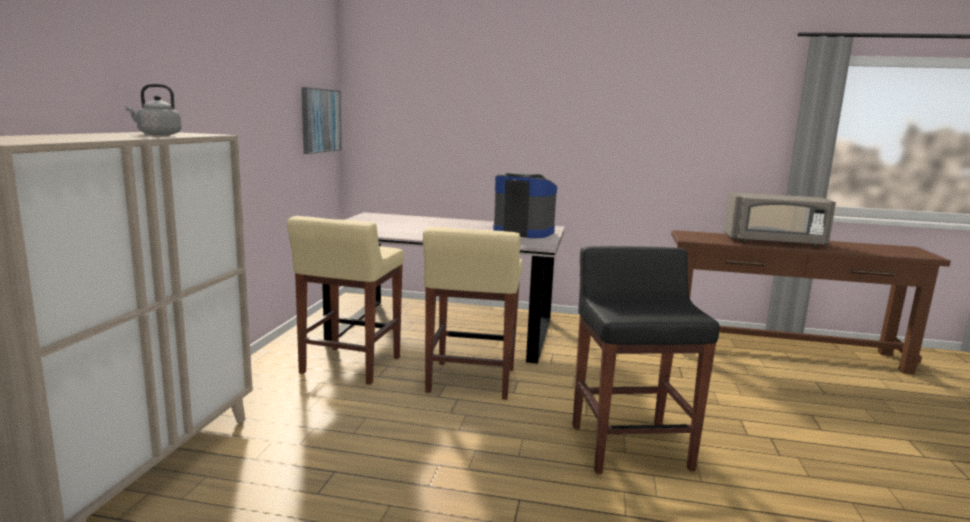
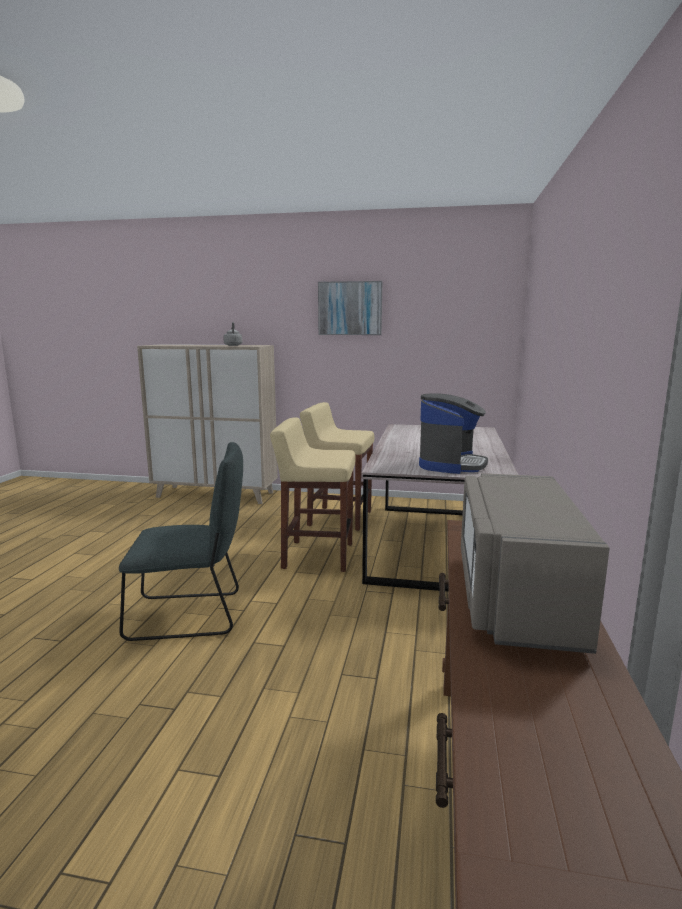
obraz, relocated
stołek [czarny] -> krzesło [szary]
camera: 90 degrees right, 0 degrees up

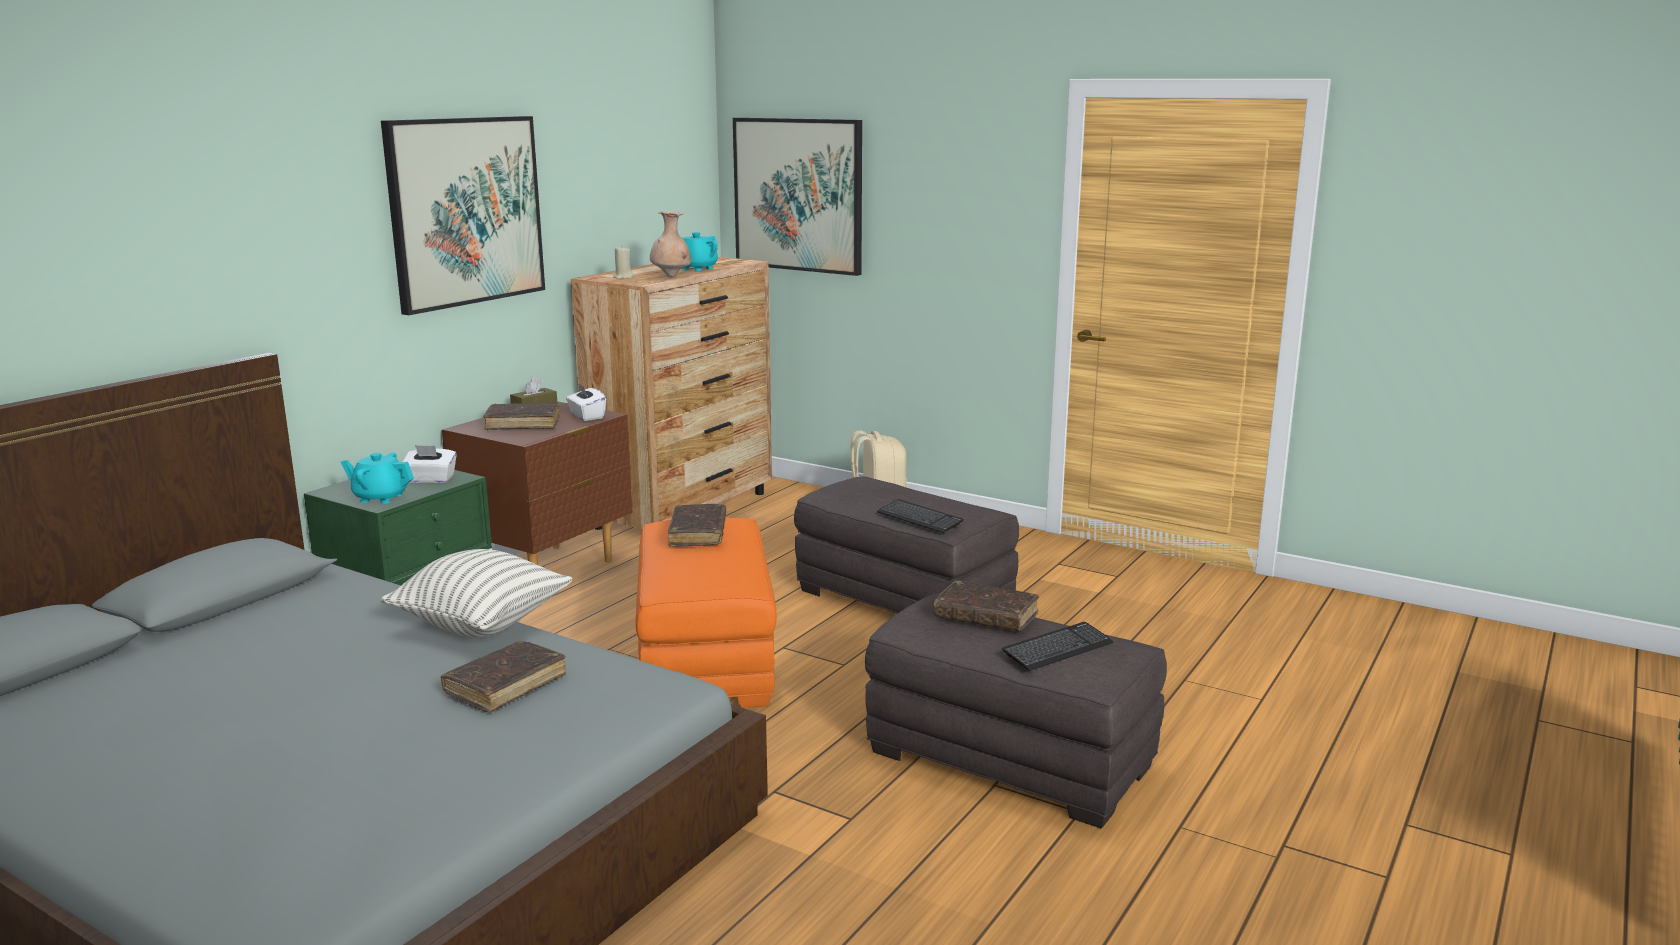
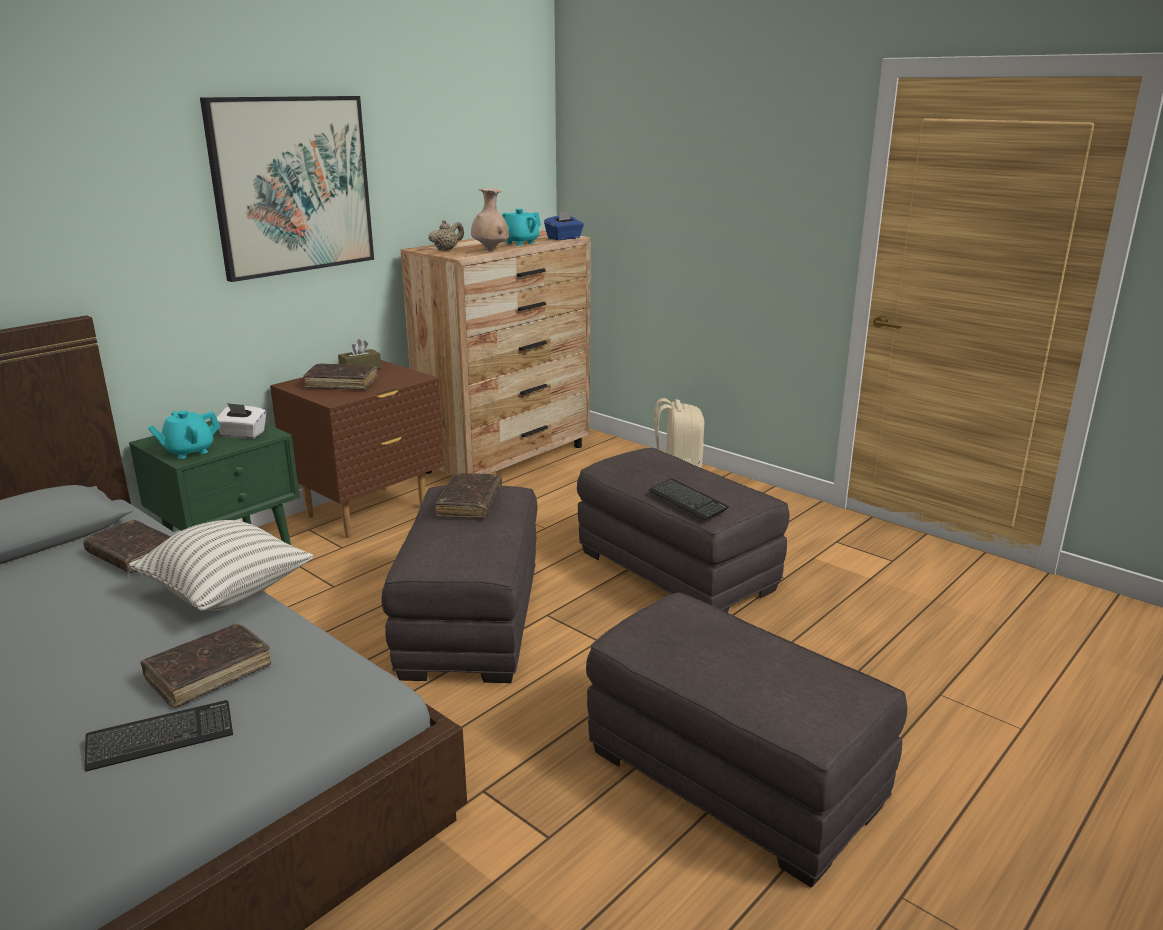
imbryk [turkusowy] (no. 1 from left), 60 degrees counterclockwise
pudełko chusteczek [biały] (no. 2 from left) -> none
świeca [beżowy] -> imbryk [beżowy]
pufa [pomarańczowy] -> pufa [szary] (no. 1 from left)
obraz (no. 2 from left) -> none
książka [brązowy] (no. 4 from left in the first image) -> książka [brązowy] (no. 1 from left), relocated
klawiatura (no. 2 from left in the first image) -> klawiatura (no. 1 from left), relocated
none -> pudełko chusteczek [niebieski]
camera: 10 degrees right, 5 degrees up

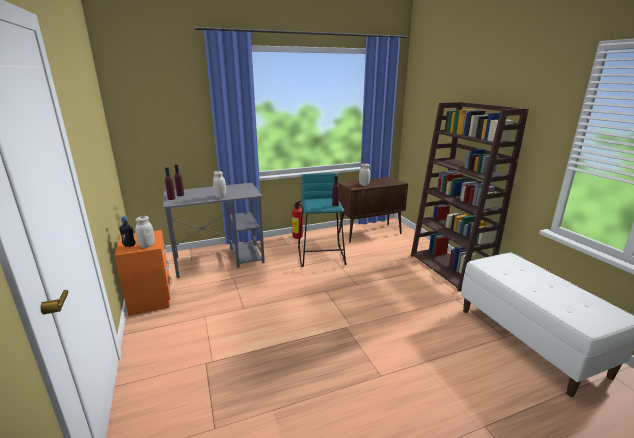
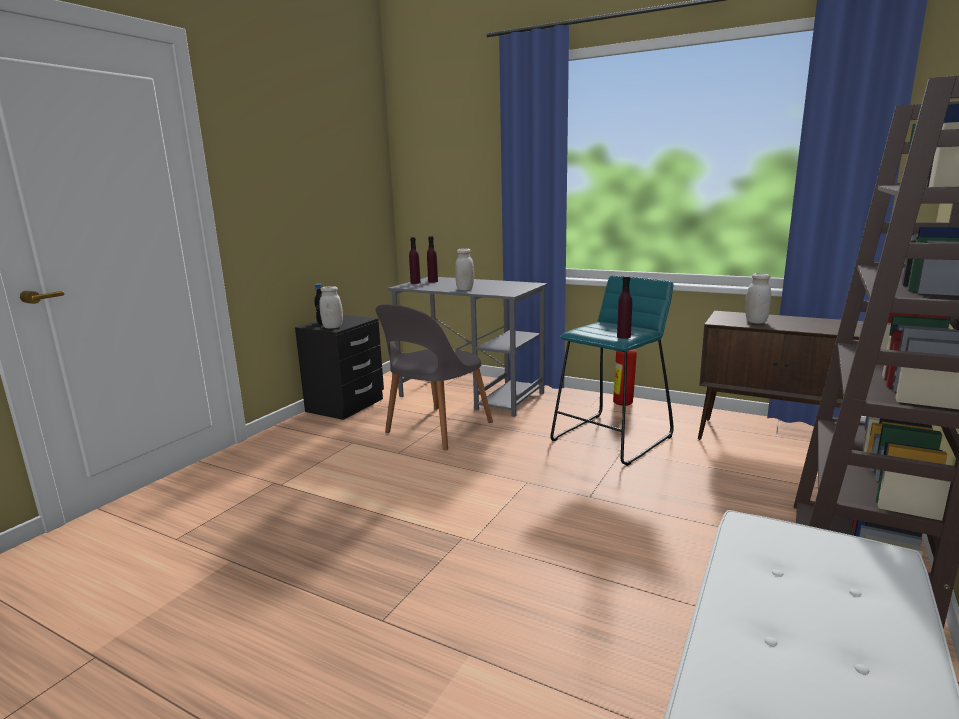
szafka nocna [pomarańczowy] -> szafka nocna [czarny]
none -> krzesło [szary]
camera: 50 degrees right, 5 degrees down

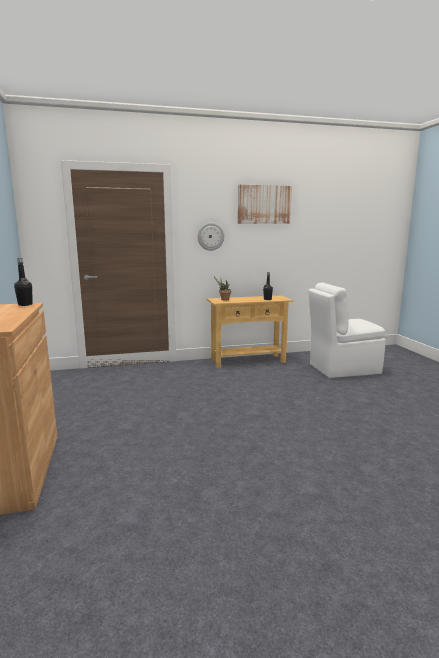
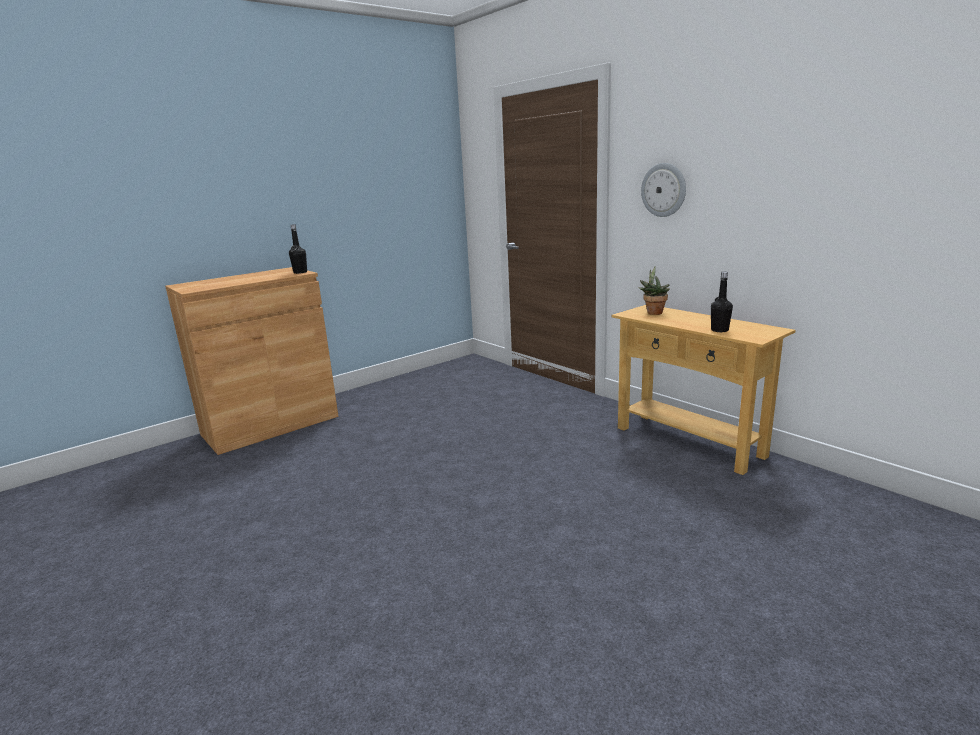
obraz -> none
krzesło [biały] -> none
camera: 65 degrees right, 5 degrees up

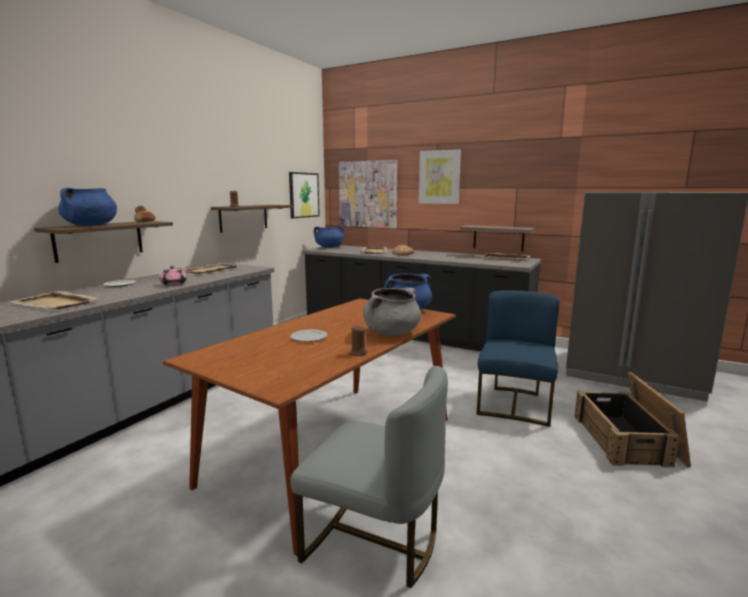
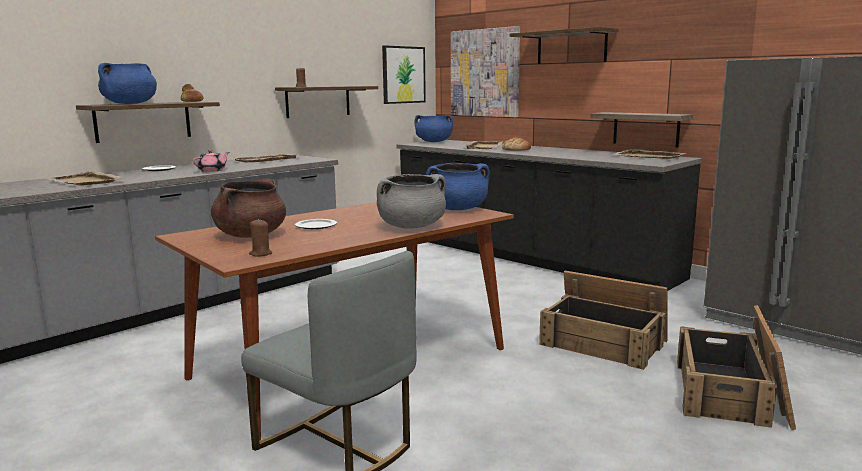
świeca [brązowy] (no. 2 from left in the first image) -> świeca [brązowy] (no. 1 from left), relocated
obraz (no. 3 from left) -> półka (no. 3 from left)
krzesło [niebieski] -> skrzynka (no. 1 from left)
none -> garnek [brązowy]
camera: 15 degrees right, 0 degrees up

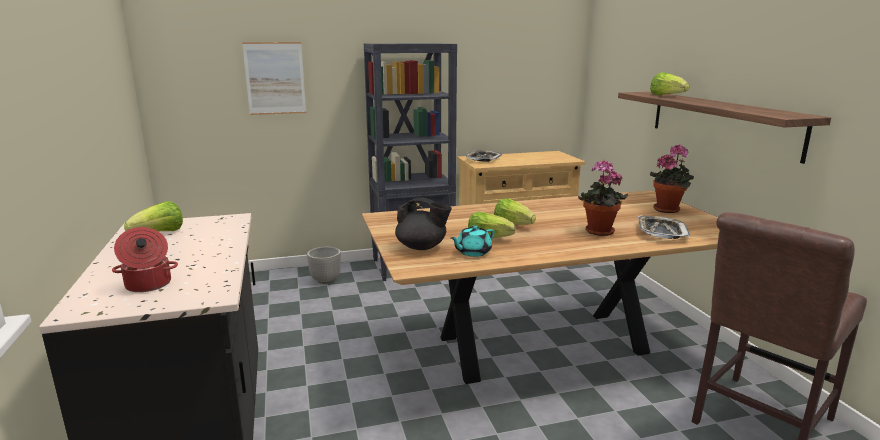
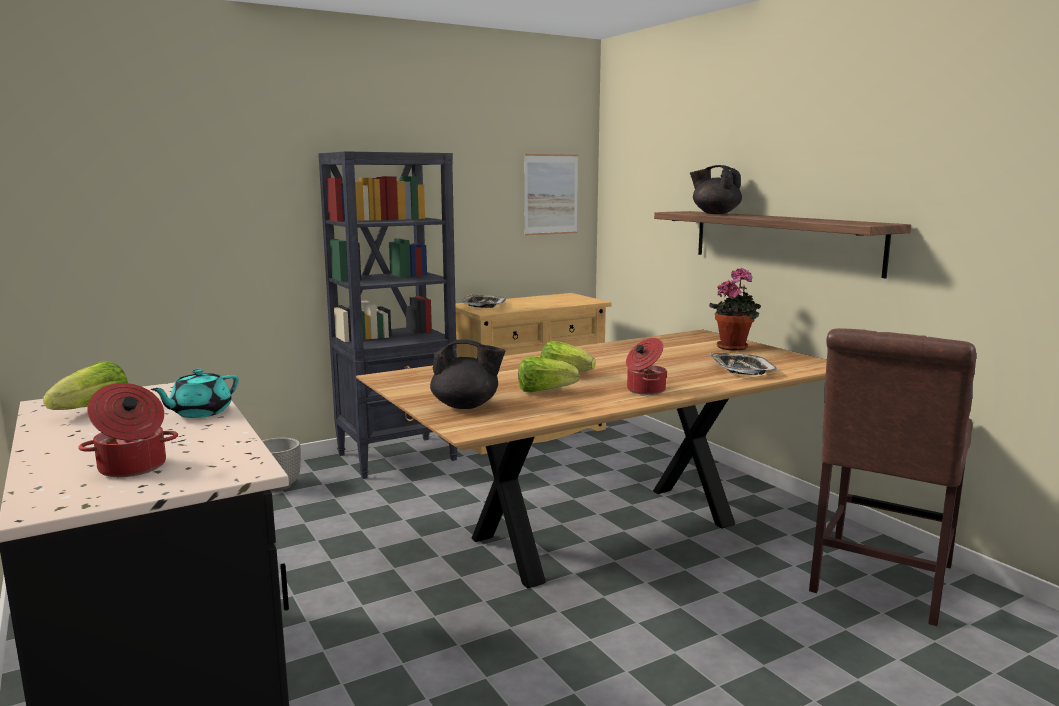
obraz, relocated
imbryk [turkusowy], relocated
roślina doniczkowa (no. 1 from left) -> none
sałata (no. 4 from left) -> imbryk [czarny] (no. 2 from left)
none -> garnek (no. 2 from left)
camera: 15 degrees left, 5 degrees down

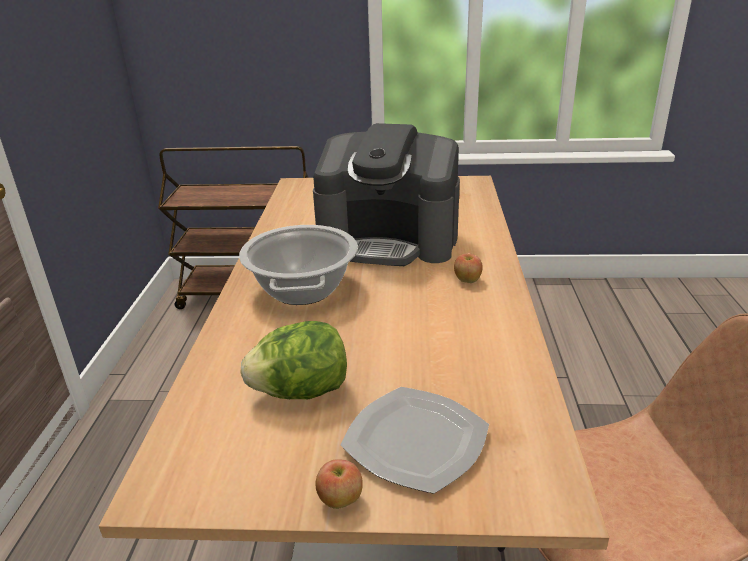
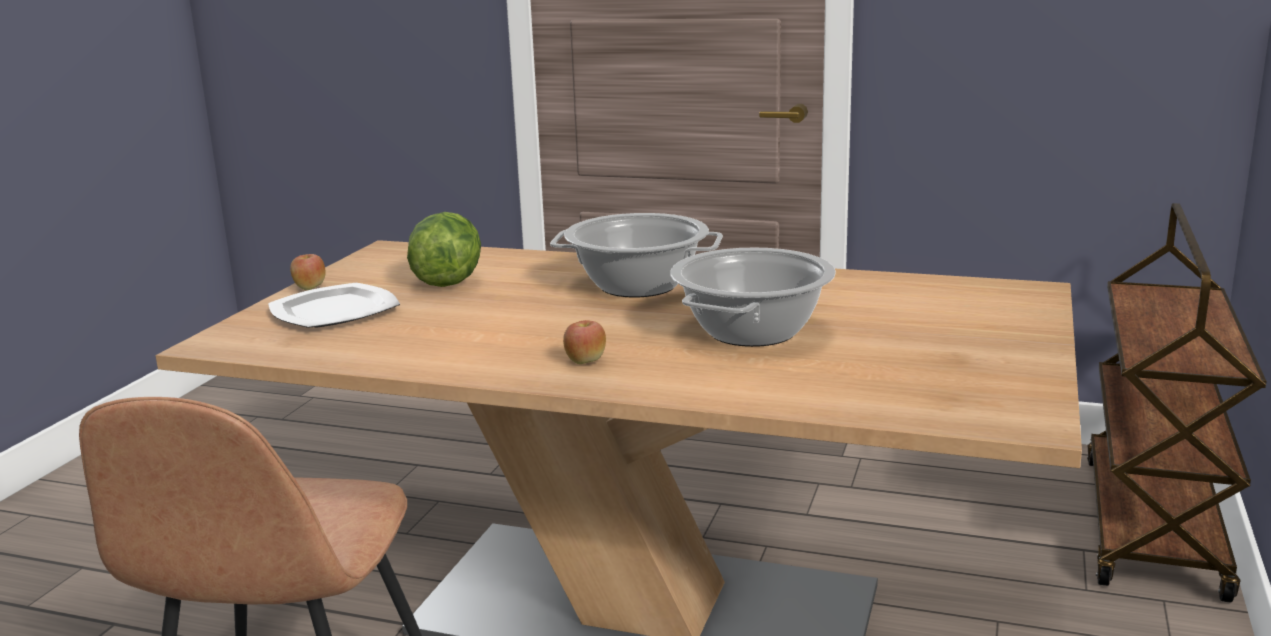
ekspres do kawy -> garnek (no. 2 from left)
camera: 105 degrees right, 10 degrees down

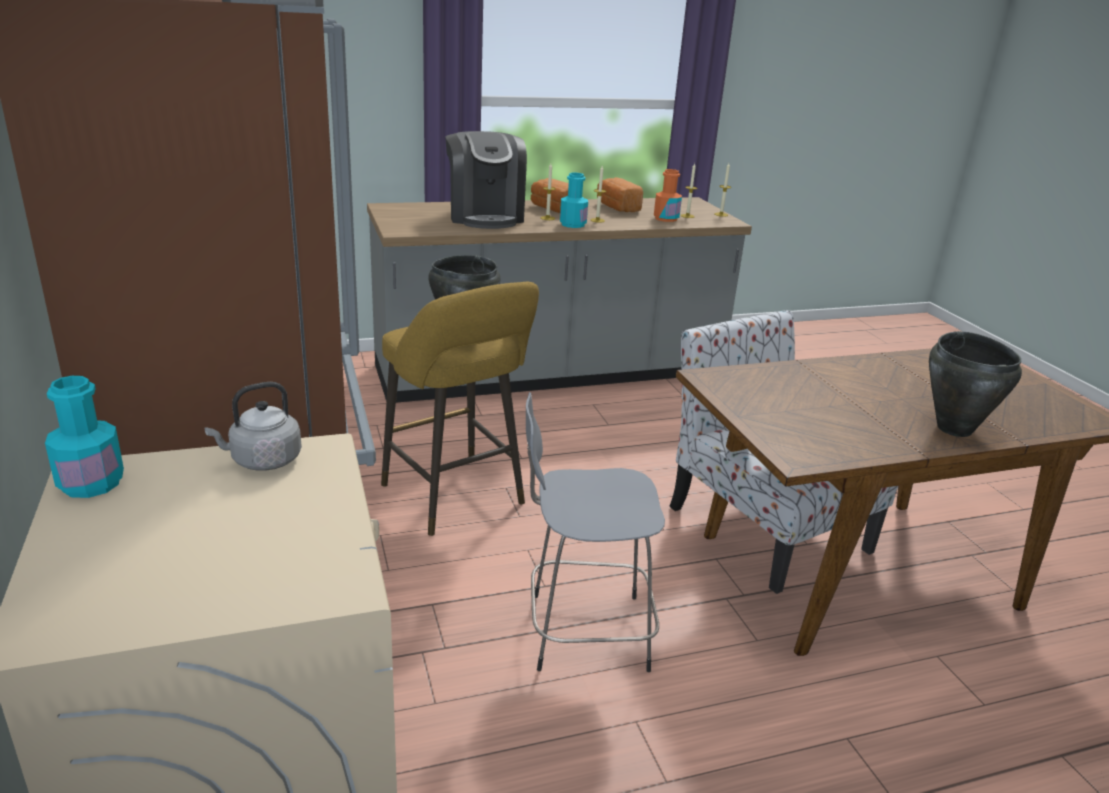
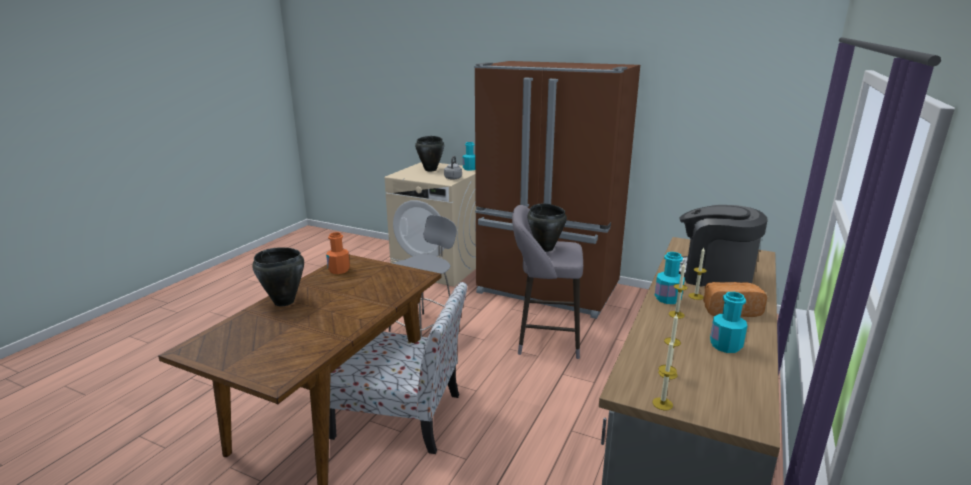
stołek [żółty] -> stołek [szary] (no. 2 from left)
chleb (no. 2 from left) -> butelka [turkusowy] (no. 3 from left)
butelka [pomarańczowy], relocated
none -> garnek [czarny] (no. 2 from left)
camera: 135 degrees right, 5 degrees down

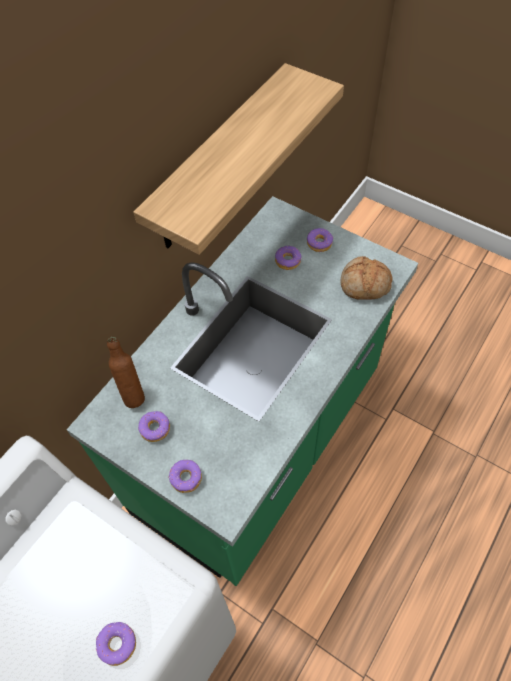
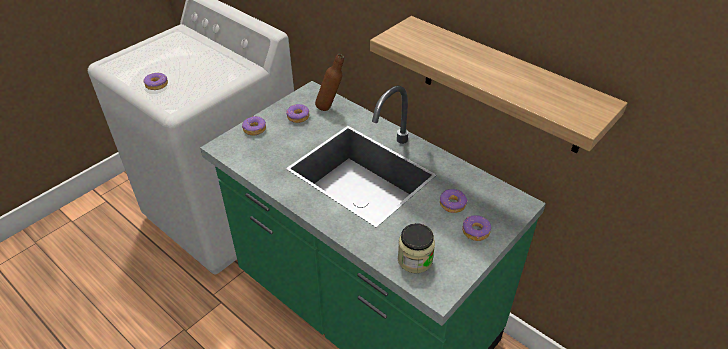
chleb -> słoik
camera: 95 degrees right, 15 degrees down

